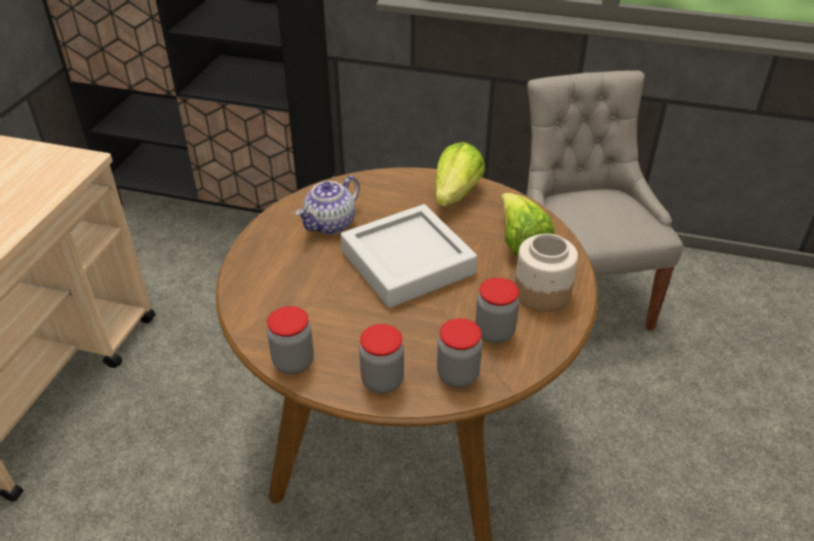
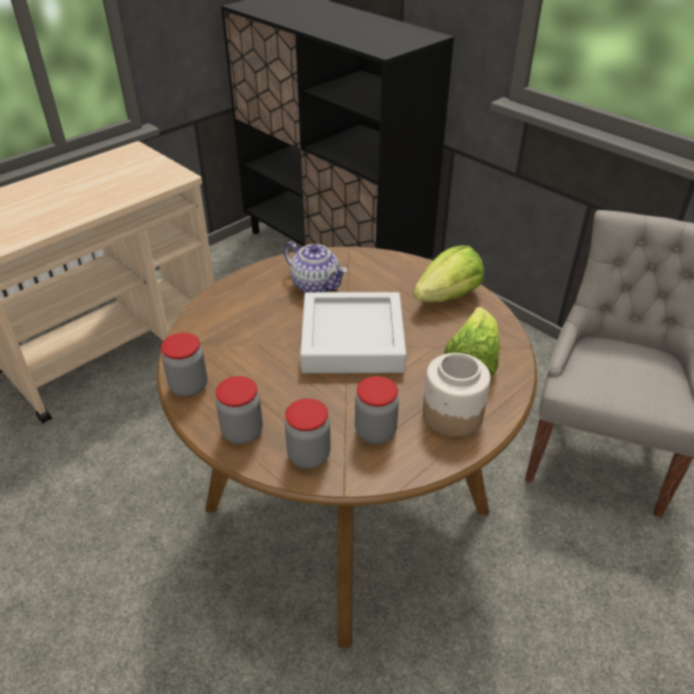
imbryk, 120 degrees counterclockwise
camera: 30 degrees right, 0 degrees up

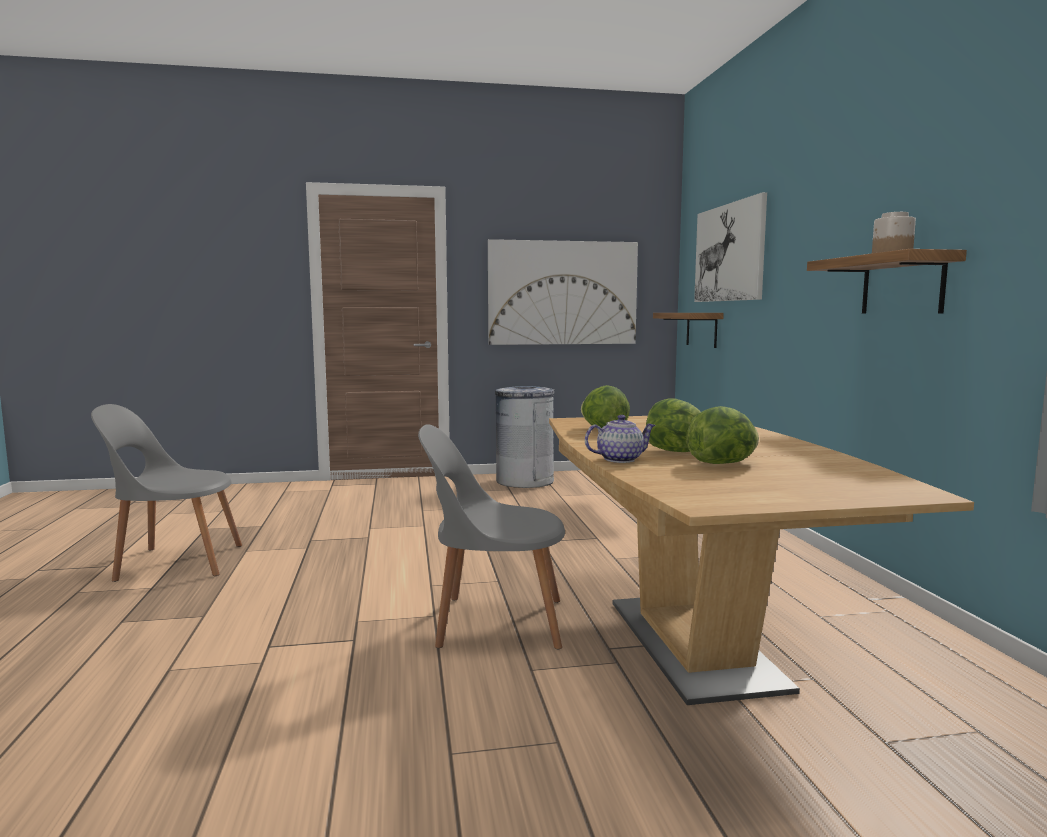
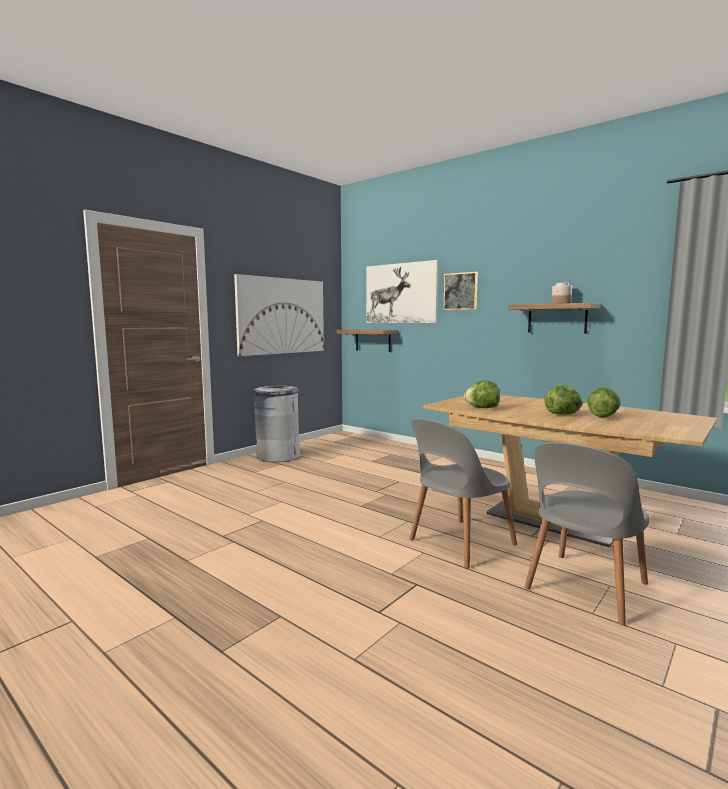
krzesło [szary] (no. 1 from left in the first image) -> krzesło [szary] (no. 2 from left), relocated
imbryk -> none
none -> obraz (no. 3 from left)
camera: 40 degrees left, 0 degrees up

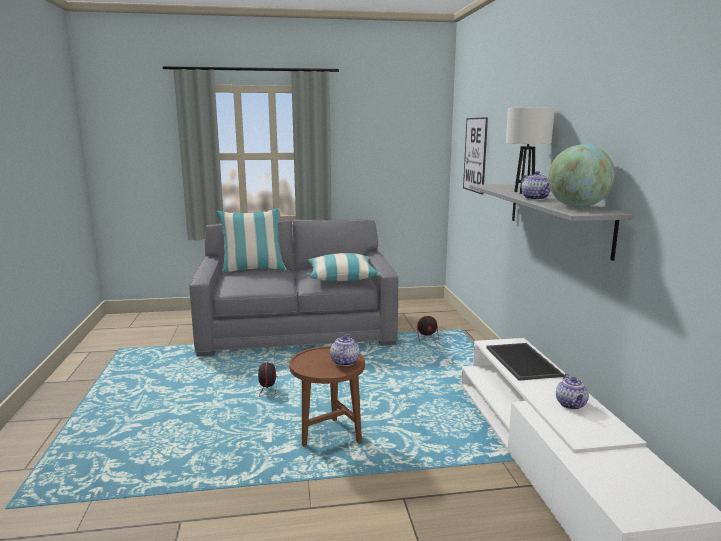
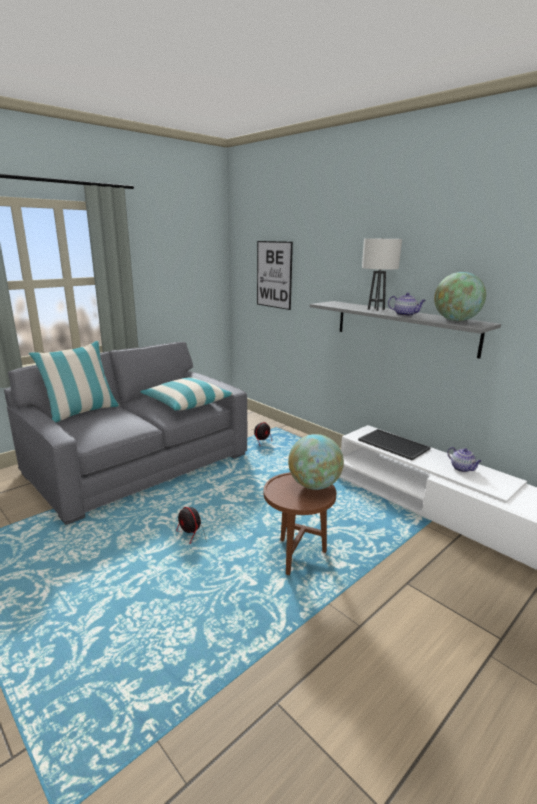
imbryk (no. 1 from left) -> globus (no. 1 from left)
camera: 35 degrees left, 5 degrees up

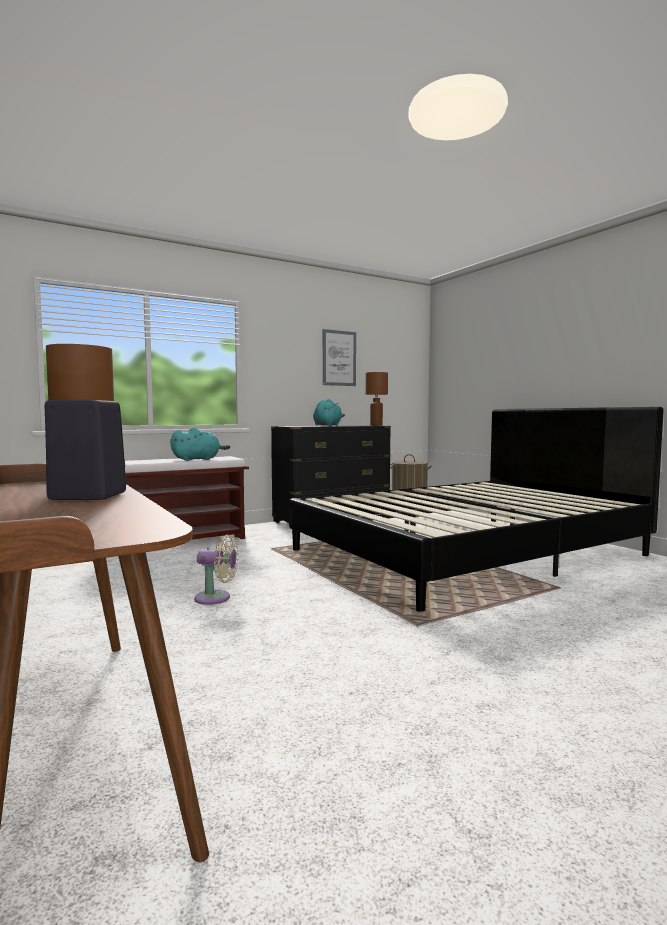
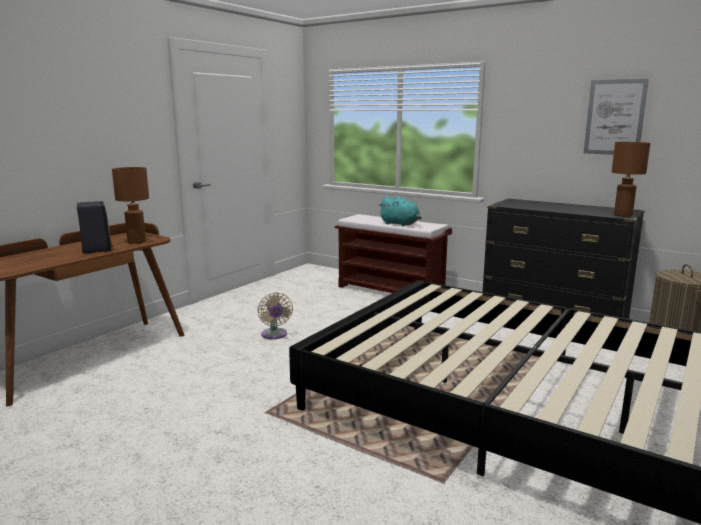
pluszak [turkusowy] (no. 2 from left) -> none
camera: 65 degrees right, 10 degrees up

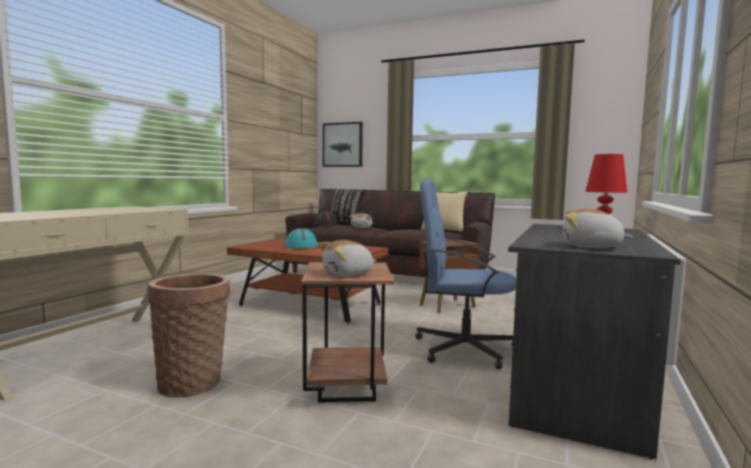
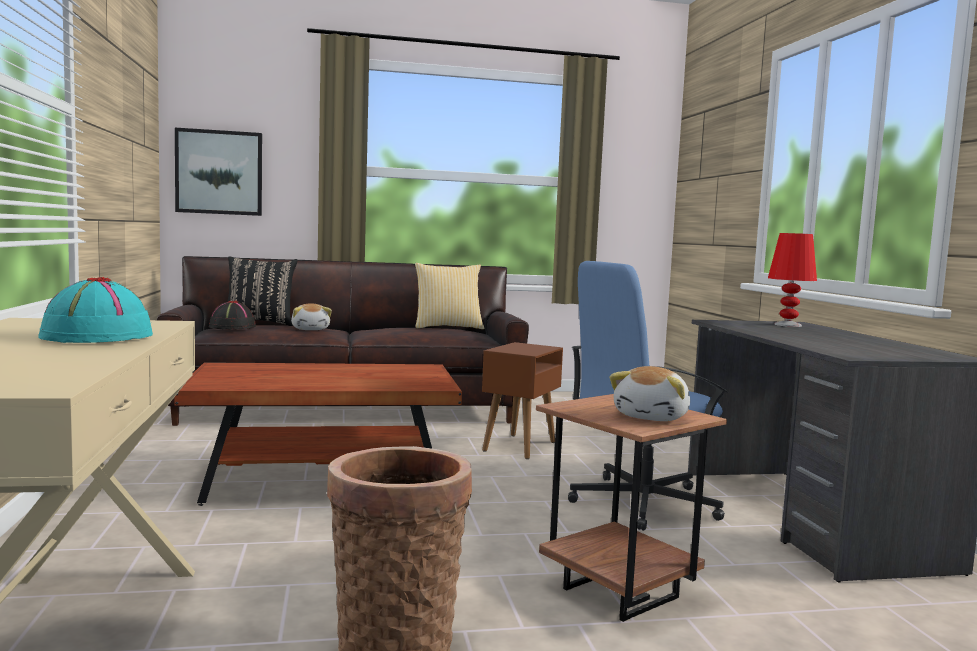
kapelusz [turkusowy], relocated
pluszak (no. 3 from left) -> none
camera: 35 degrees left, 0 degrees up

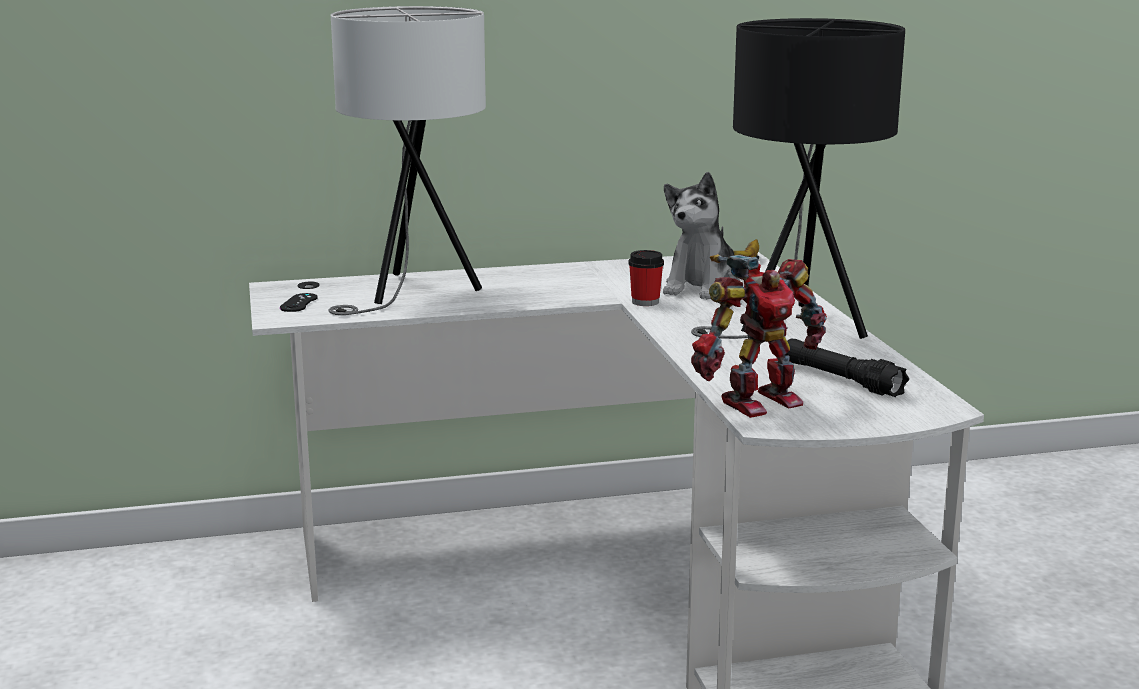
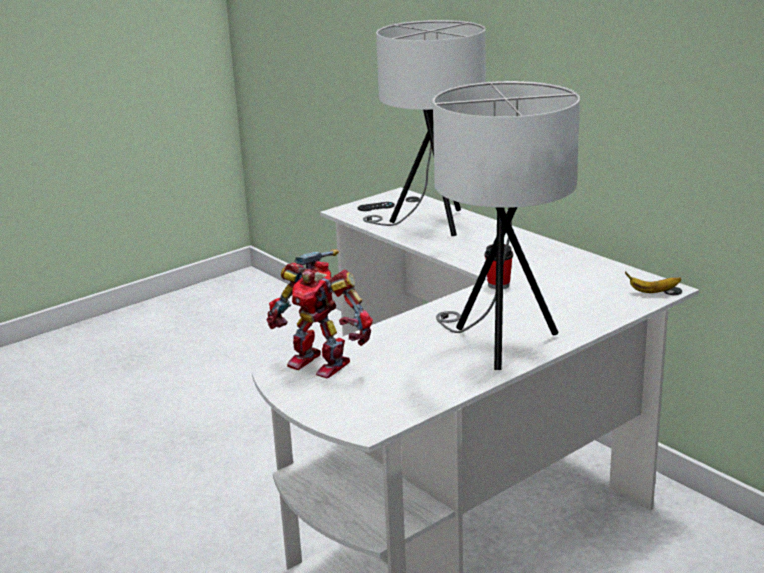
pluszak -> none
lampa stołowa [czarny] -> lampa stołowa [biały] (no. 2 from left)
latarka [czarny] -> none
camera: 65 degrees right, 5 degrees up

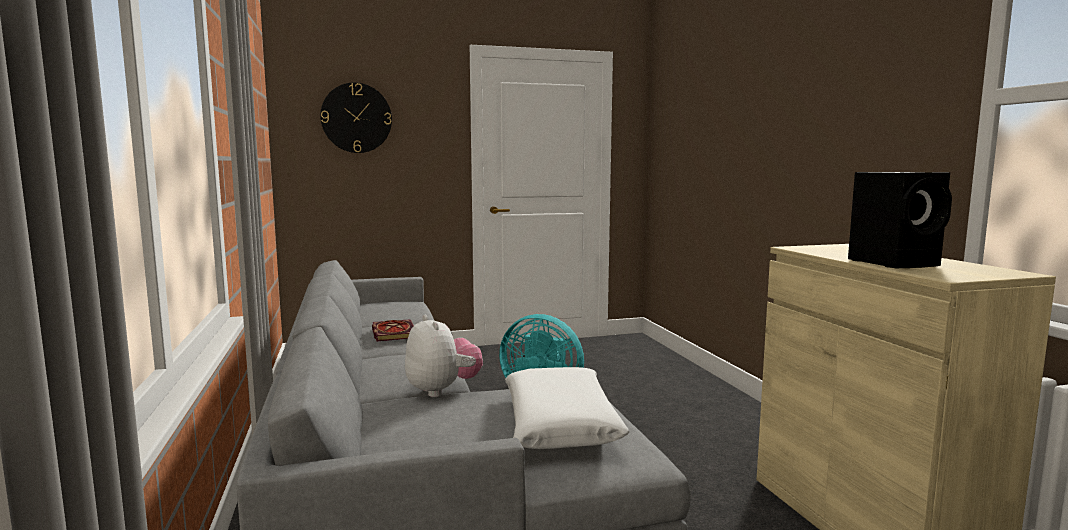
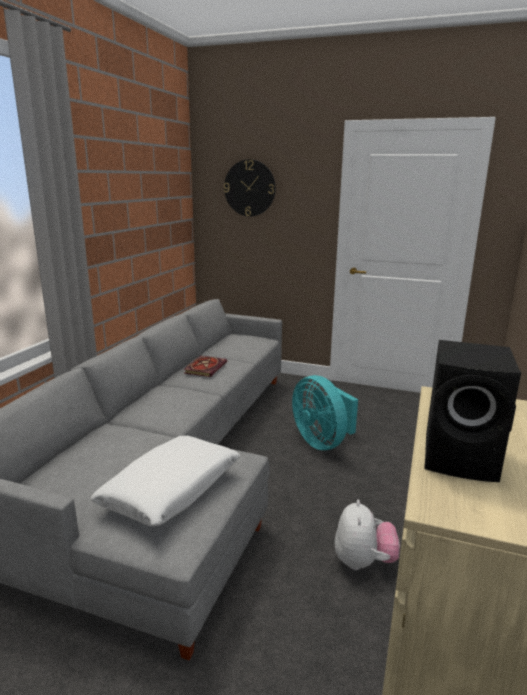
pluszak, relocated
camera: 35 degrees right, 10 degrees up

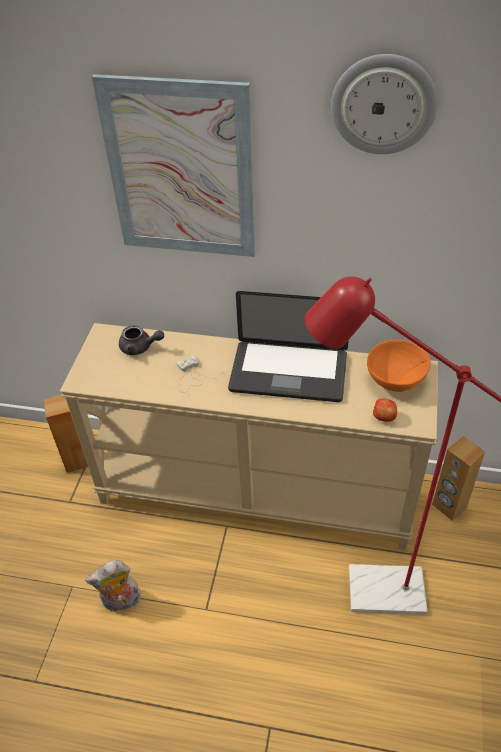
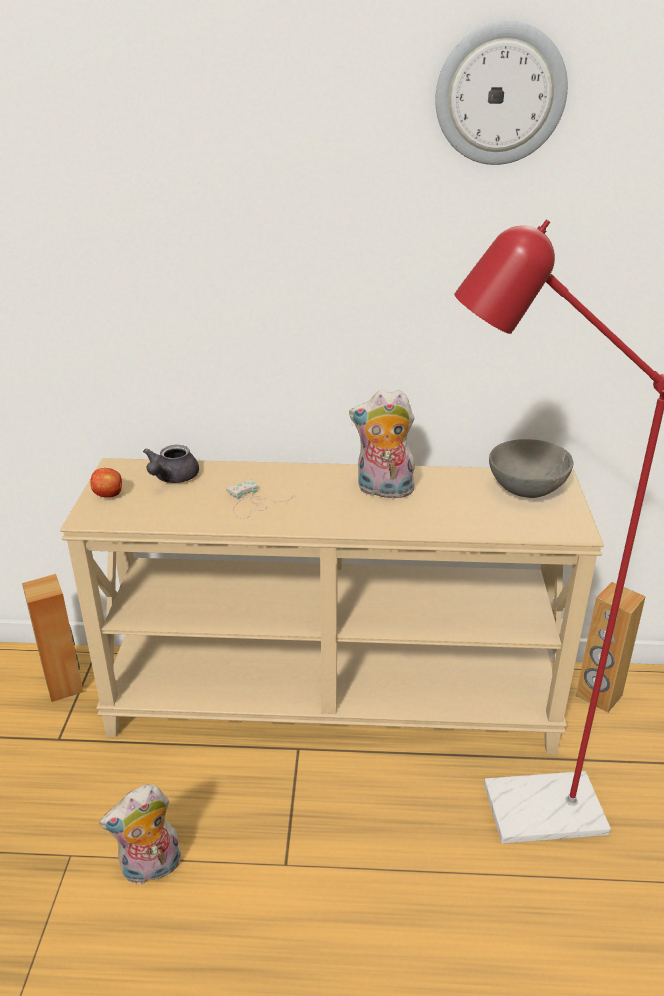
obraz -> none
imbryk [szary], 105 degrees clockwise
laptop -> pluszak (no. 2 from left)
miska [pomarańczowy] -> miska [szary]
jabłko, relocated
camera: 10 degrees left, 15 degrees down

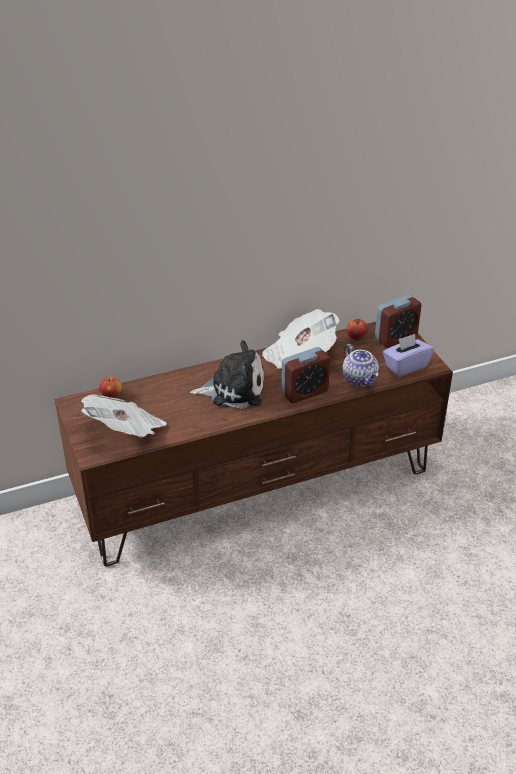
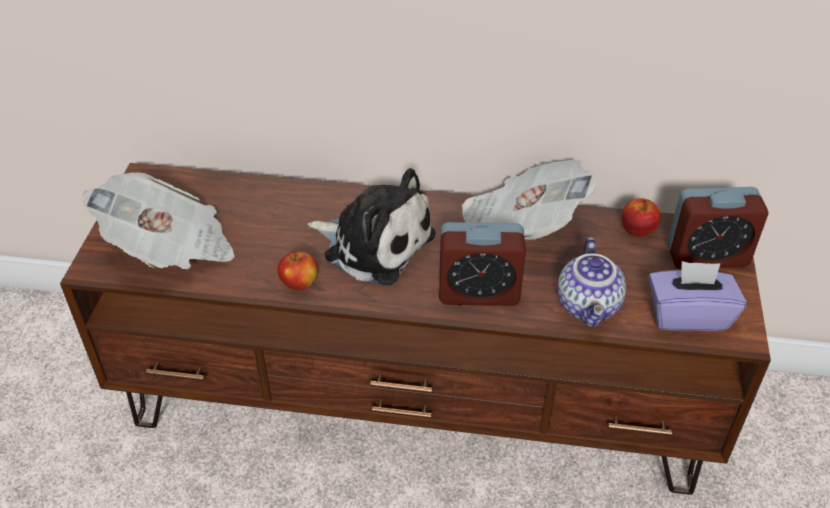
jabłko (no. 1 from left), relocated
camera: 30 degrees right, 5 degrees up

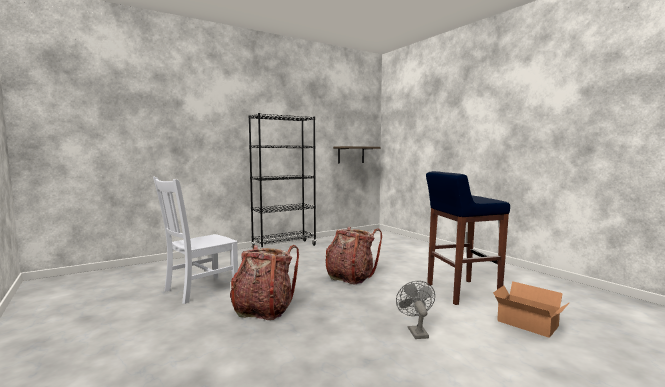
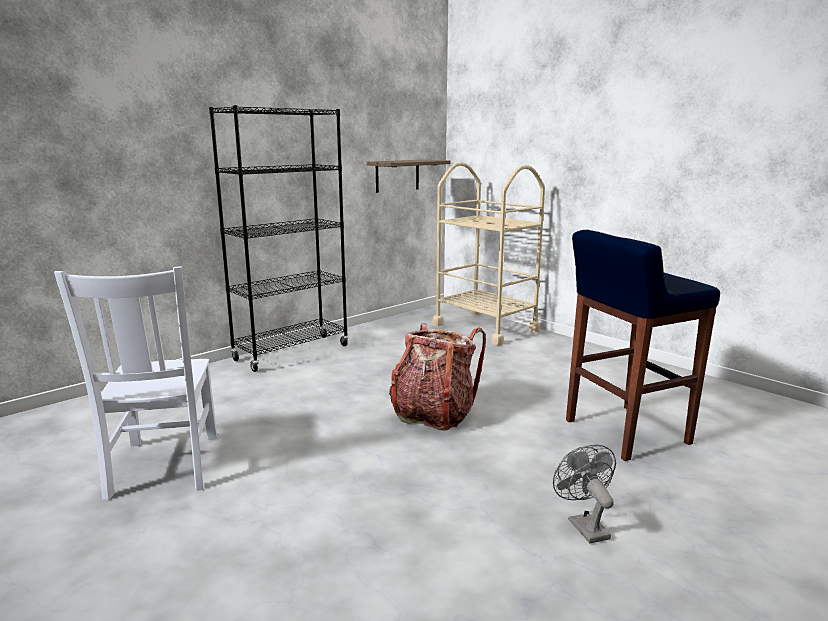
krzesło [biały], 45 degrees counterclockwise
plecak (no. 1 from left) -> none
karton -> none
none -> wózek [beżowy]
camera: 10 degrees left, 10 degrees up

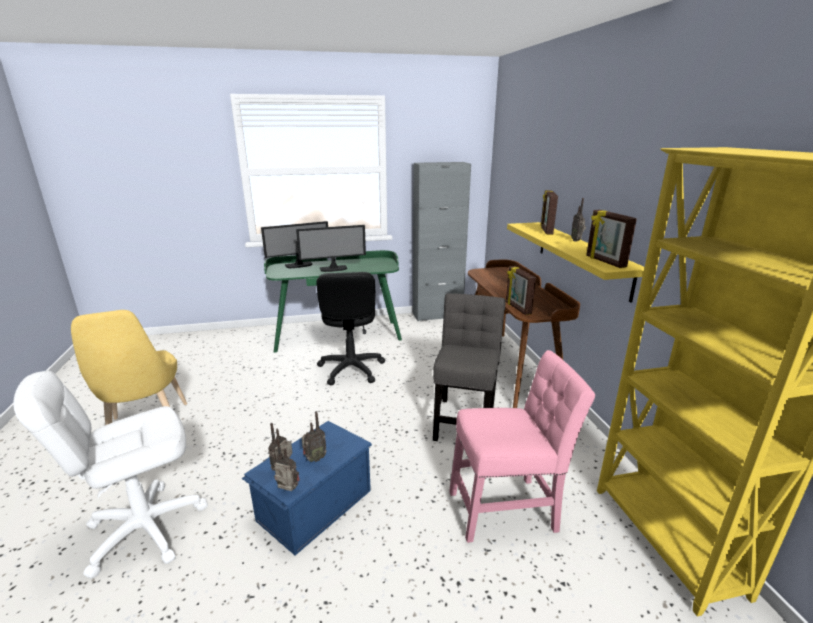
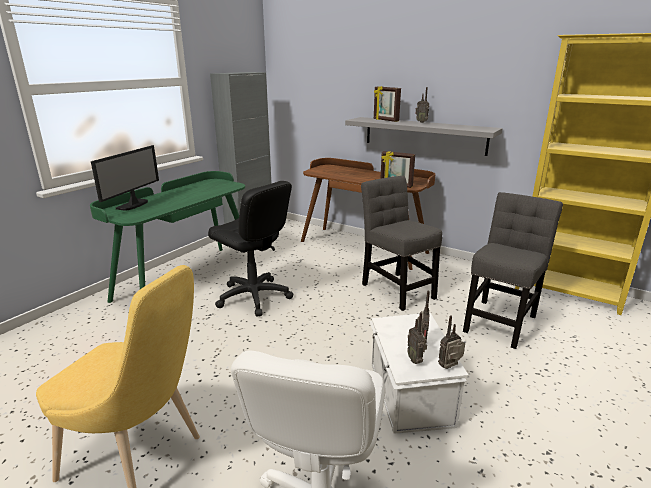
pojemnik do przechowywania [niebieski] -> pojemnik do przechowywania [biały]
monitor (no. 2 from left) -> none
krzesło [różowy] -> krzesło [szary] (no. 2 from left)
półka [żółty] -> półka [szary]
ramka na zdjęcie (no. 3 from left) -> none
camera: 45 degrees left, 0 degrees up

